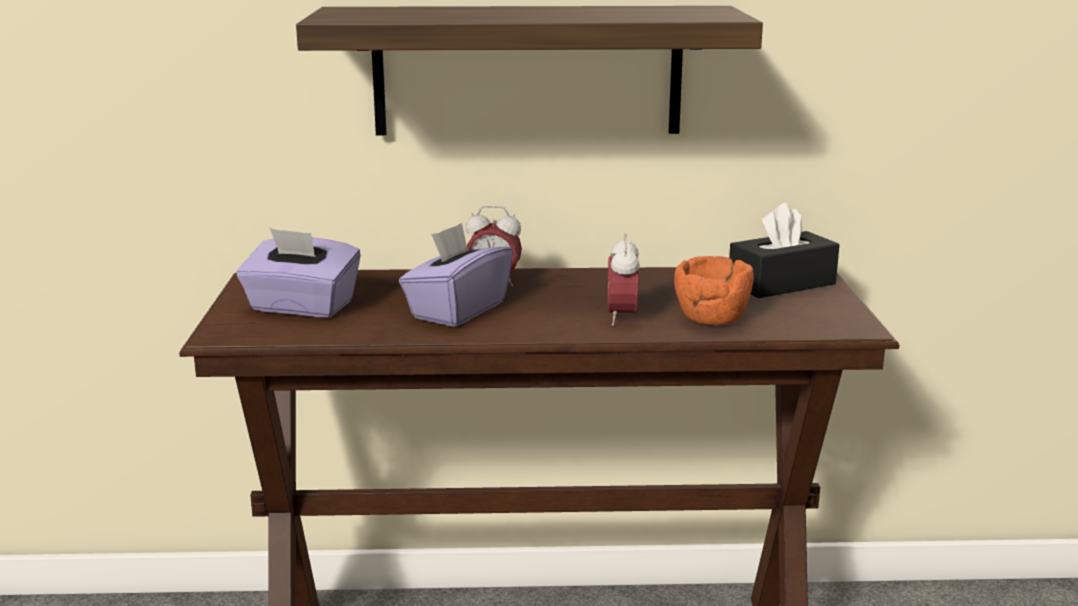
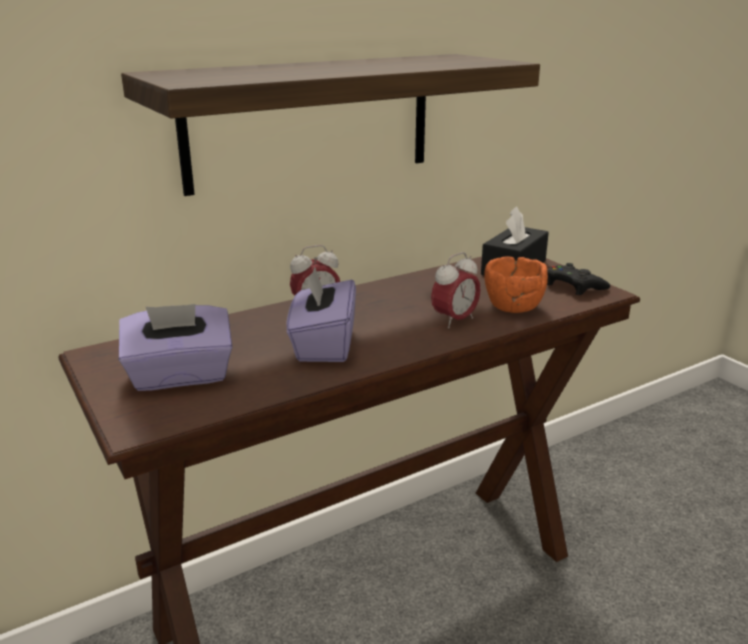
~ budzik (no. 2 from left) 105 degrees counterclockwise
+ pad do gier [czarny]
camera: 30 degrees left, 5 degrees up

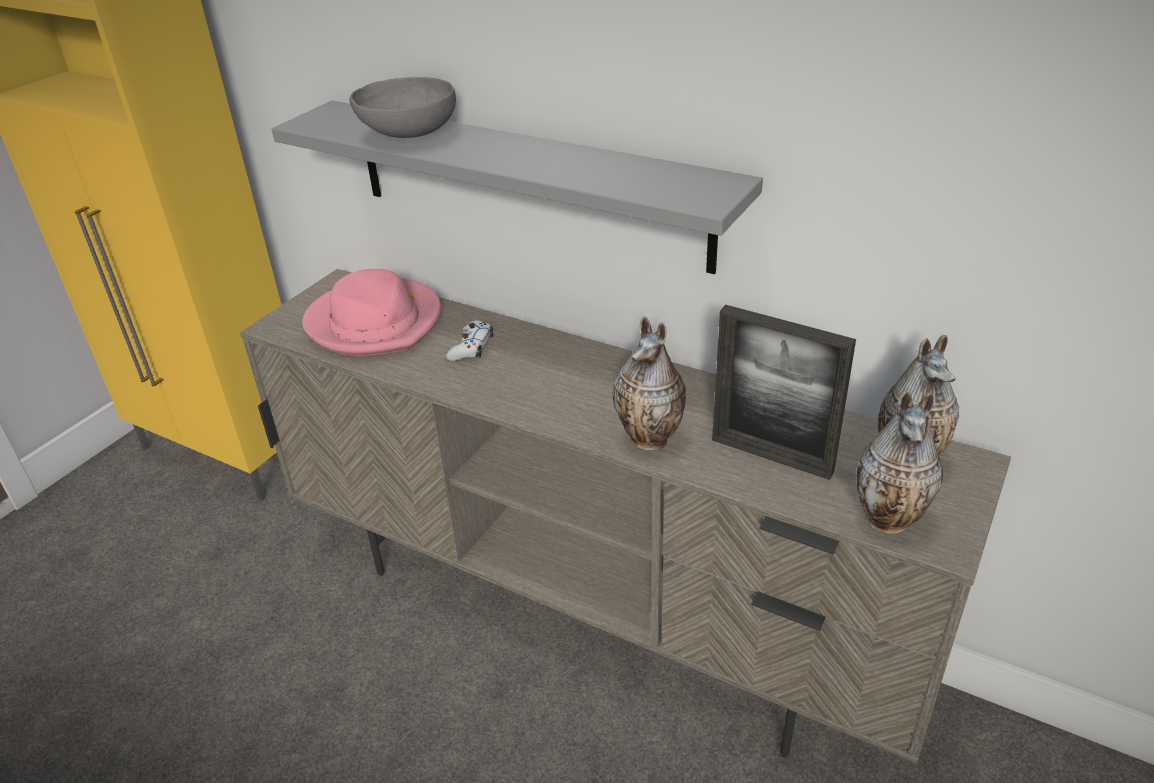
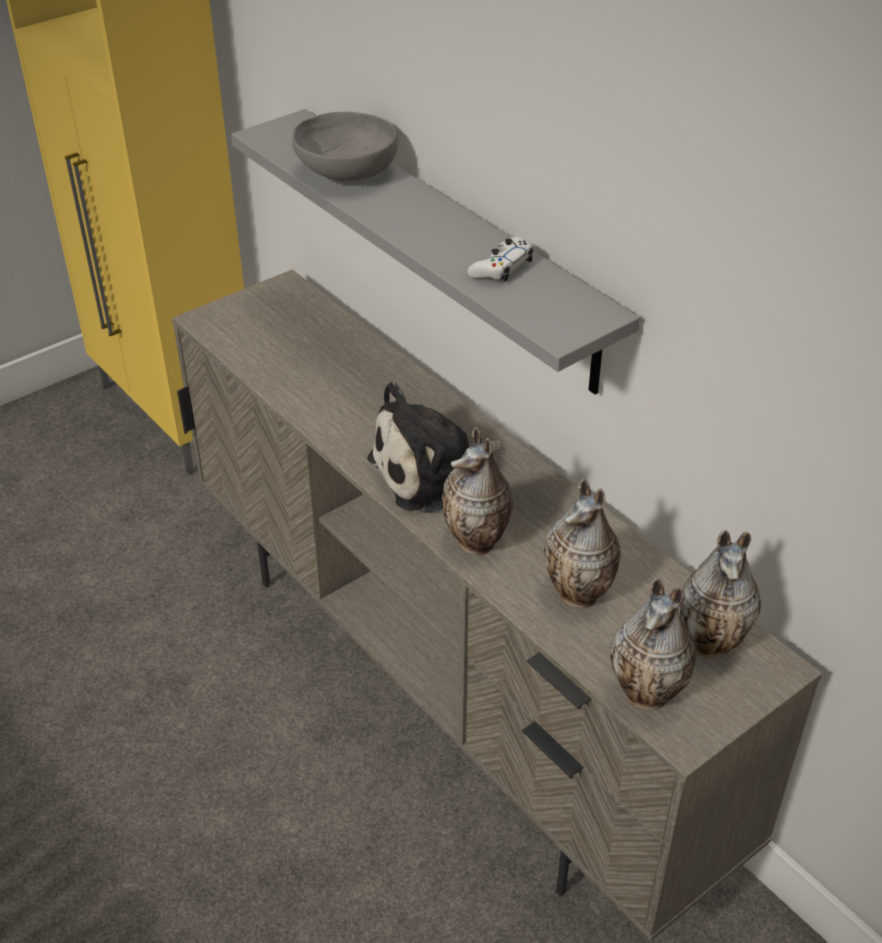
- kapelusz [różowy]
~ pad do gier [biały]
~ ramka na zdjęcie to wazon (no. 2 from left)
+ pluszak
camera: 20 degrees right, 5 degrees up

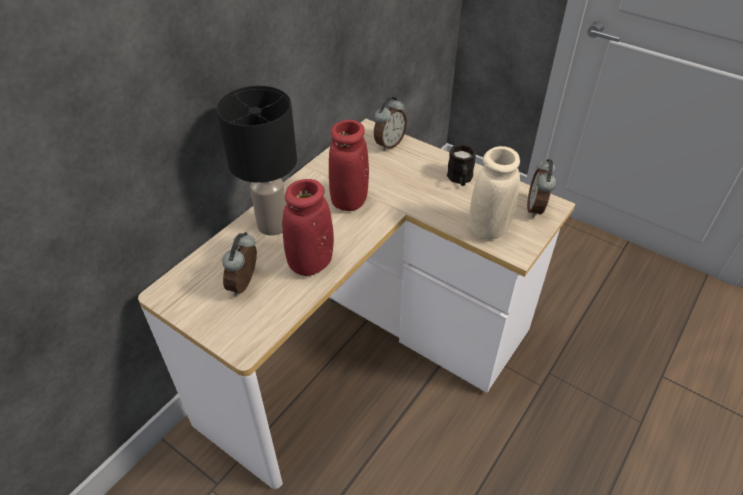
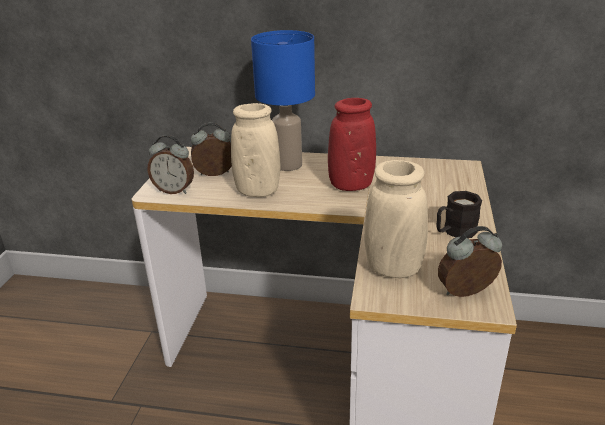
~ lampa stołowa [czarny] to lampa stołowa [niebieski]
~ wazon [czerwony] (no. 1 from left) to wazon [beżowy] (no. 1 from left)
~ budzik (no. 2 from left in the first image) to budzik (no. 1 from left)
camera: 65 degrees right, 15 degrees down

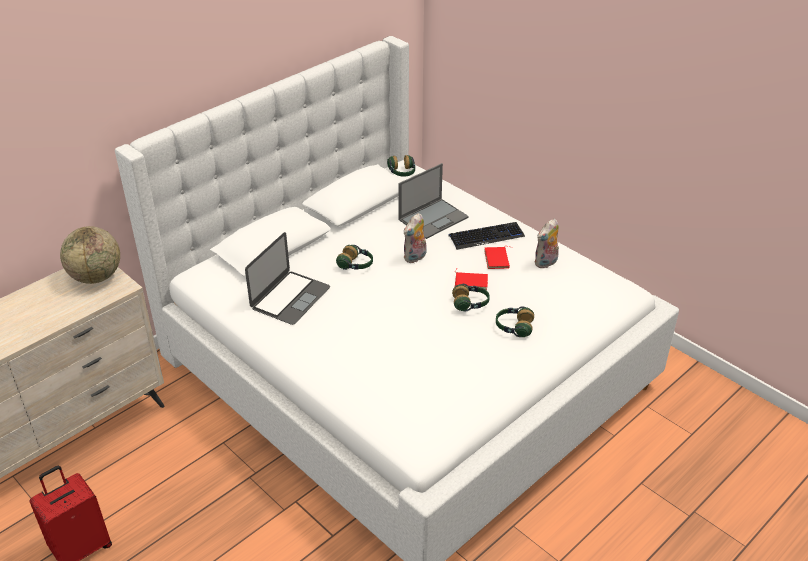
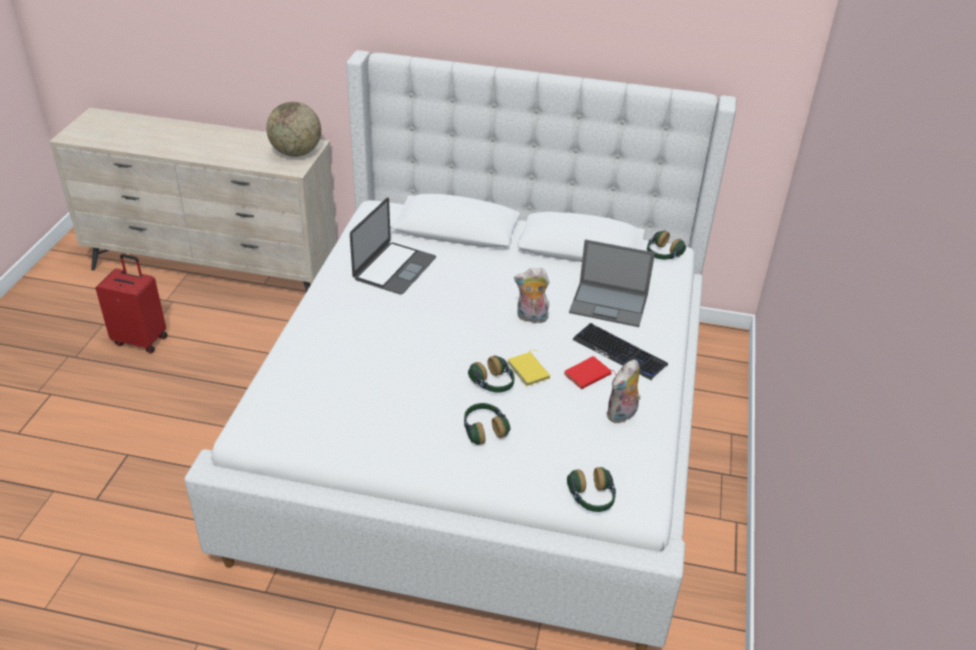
~ laptop (no. 1 from left) 60 degrees counterclockwise
~ słuchawki (no. 1 from left in the first image) to słuchawki (no. 3 from left)
~ książka [czerwony] (no. 1 from left) to książka [żółty]
~ pluszak (no. 2 from left) 60 degrees counterclockwise
camera: 55 degrees right, 0 degrees up

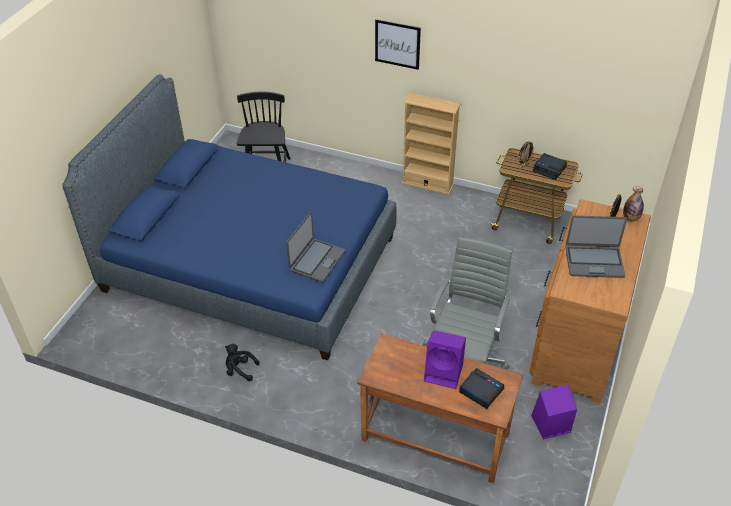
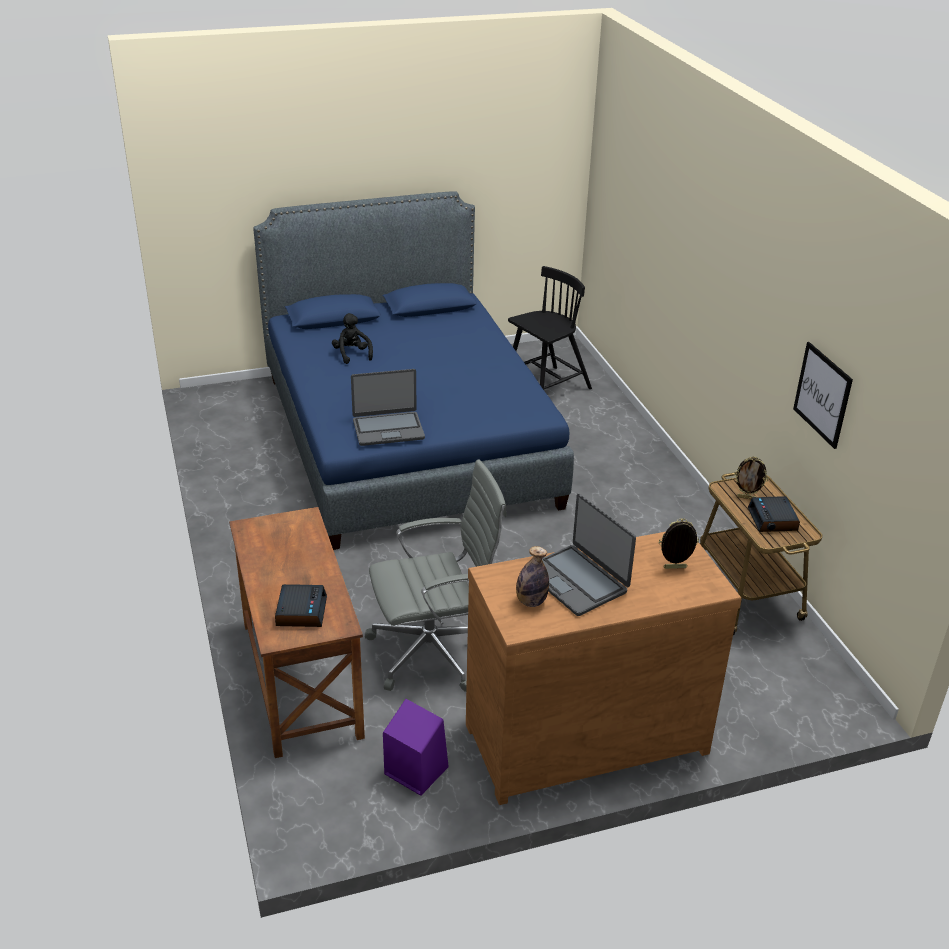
~ pluszak [czarny]
~ obraz
- regał [beżowy]
- głośnik [fioletowy] (no. 1 from left)
~ butelka
camera: 50 degrees right, 10 degrees down

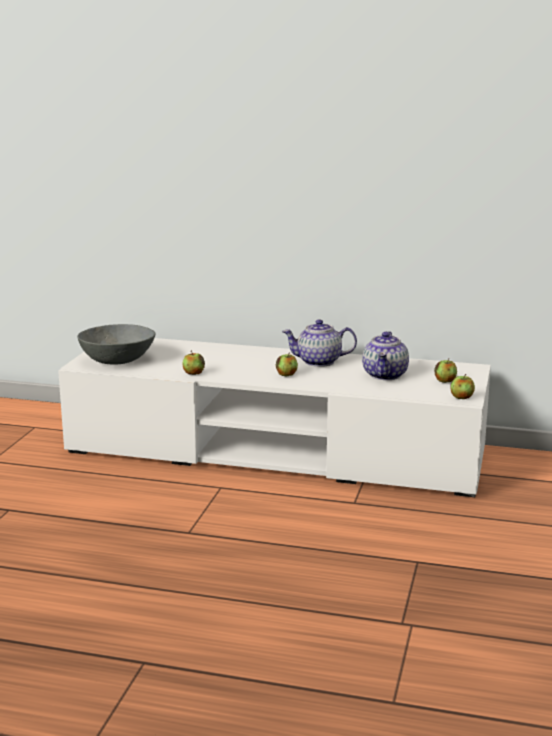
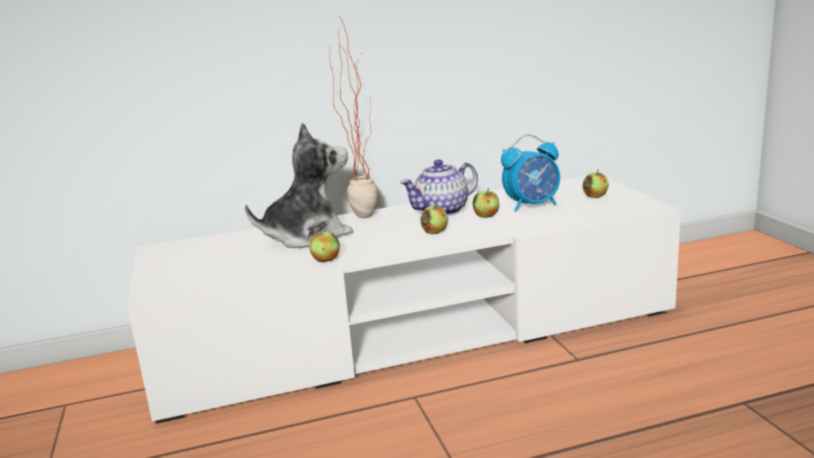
- miska [szary]
~ imbryk (no. 2 from left) to budzik
~ jabłko (no. 4 from left in the first image) to jabłko (no. 3 from left)
+ pluszak
+ roślina doniczkowa
camera: 30 degrees left, 0 degrees up

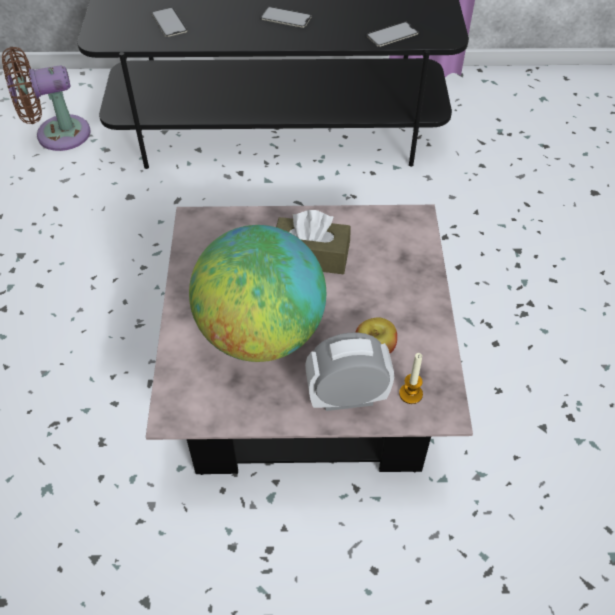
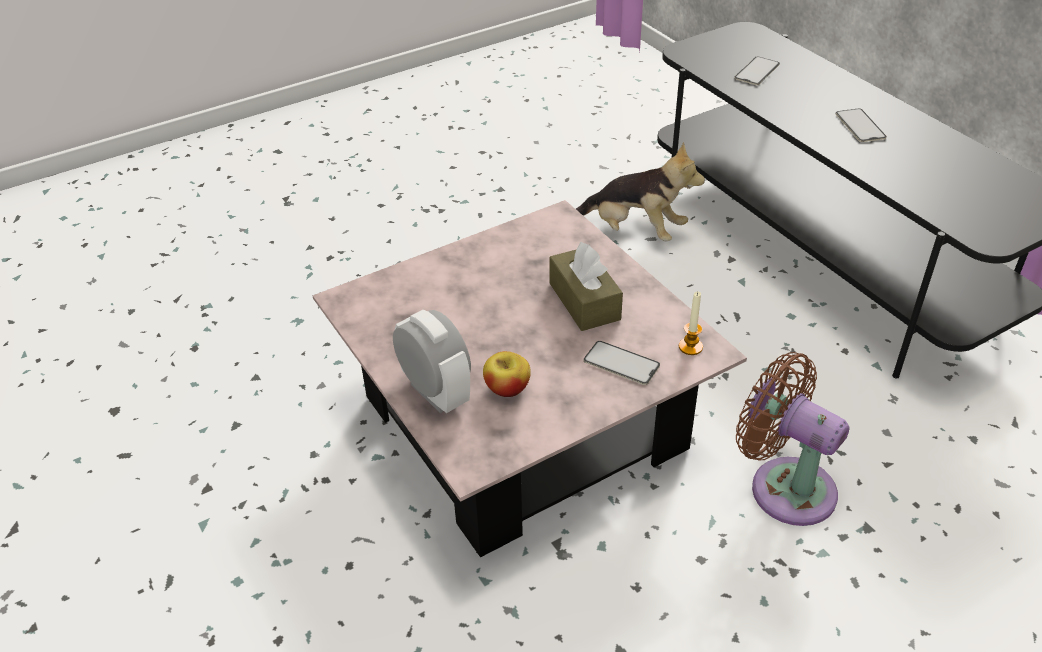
~ wentylator [brązowy]
- globus
~ telefon (no. 3 from left in the first image) to telefon (no. 1 from left)
~ świeca
+ pluszak
camera: 60 degrees right, 10 degrees down

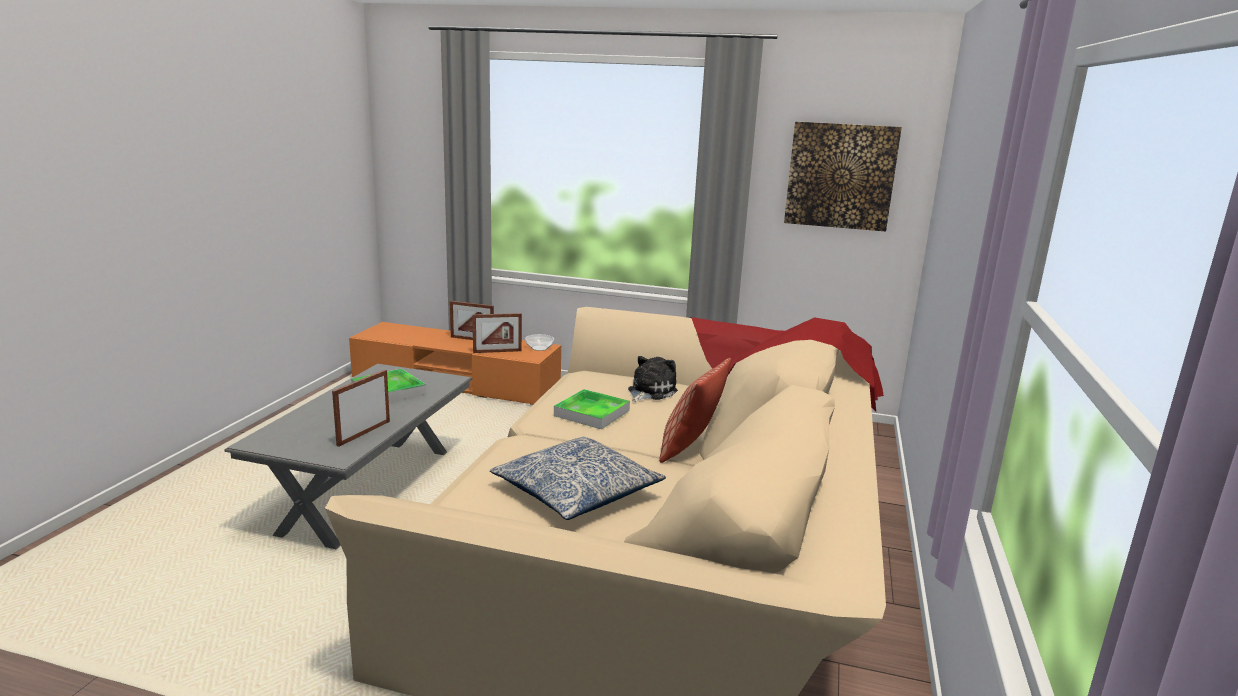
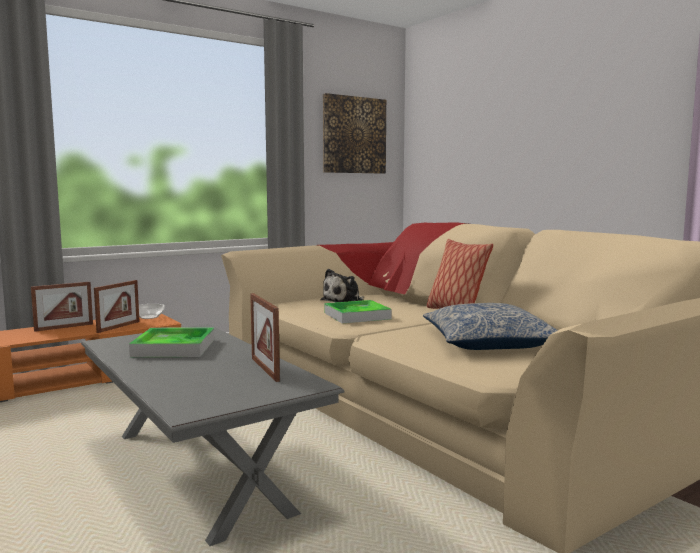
~ pluszak 120 degrees counterclockwise
camera: 50 degrees left, 10 degrees down

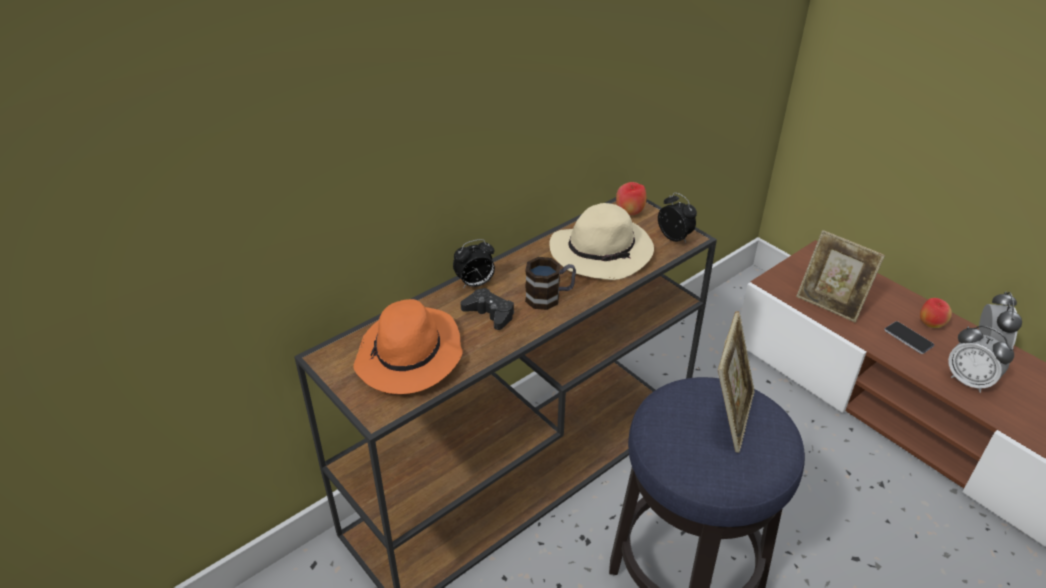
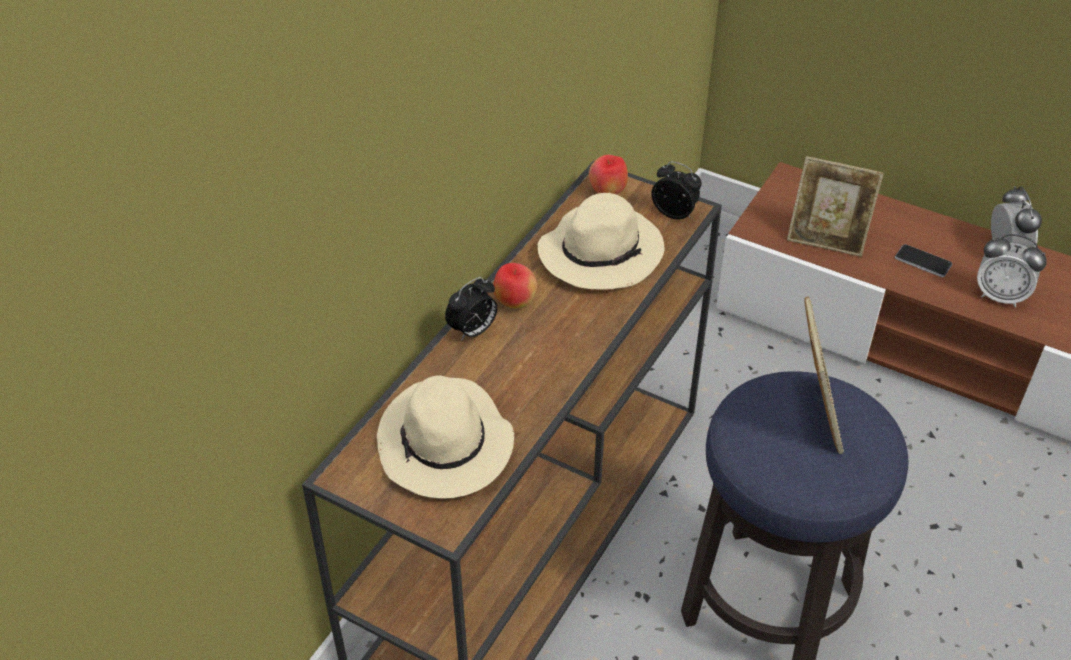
~ kapelusz [pomarańczowy] to kapelusz [beżowy] (no. 1 from left)
- pad do gier [czarny]
- kubek
~ jabłko (no. 2 from left in the first image) to jabłko (no. 1 from left)
camera: 20 degrees left, 5 degrees up

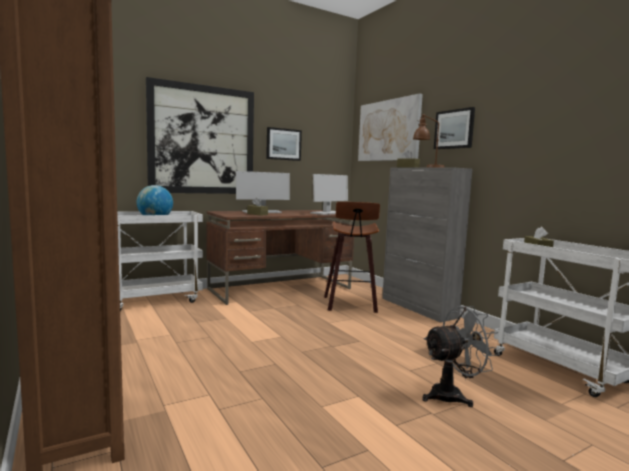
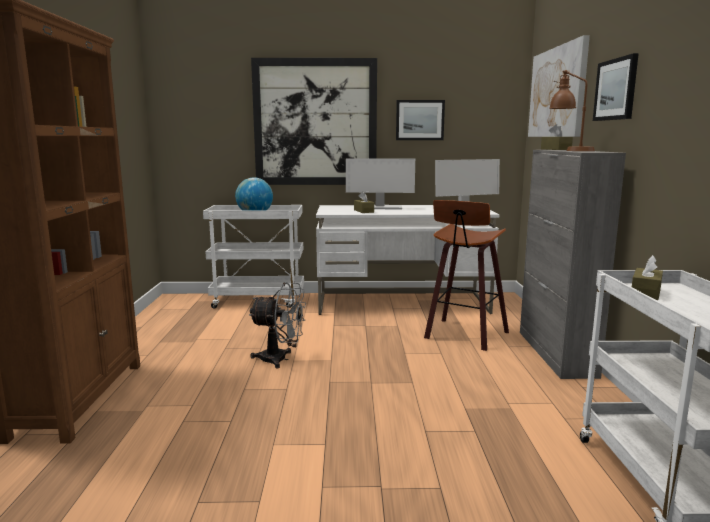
~ biurko [brązowy] to biurko [biały]
~ wentylator [szary]
camera: 30 degrees right, 5 degrees up

